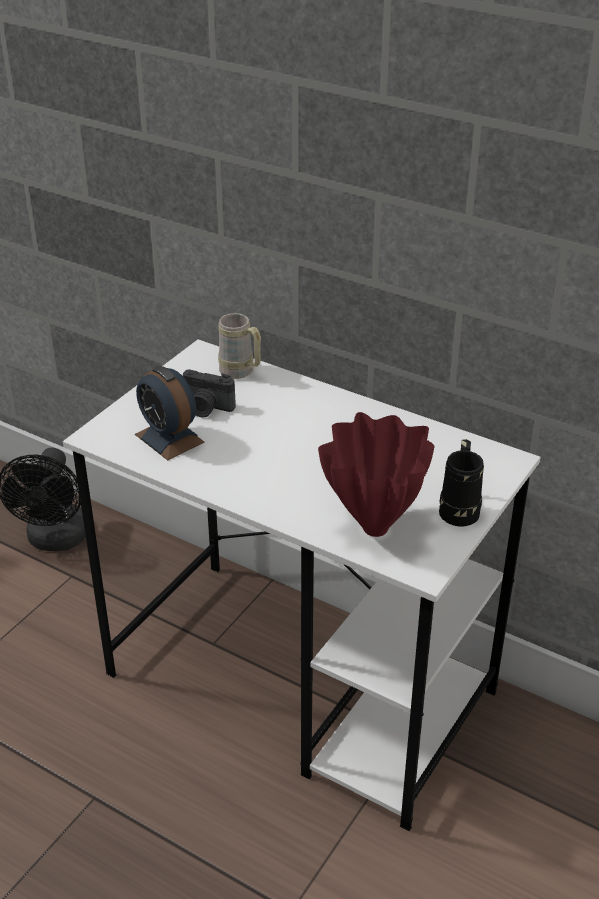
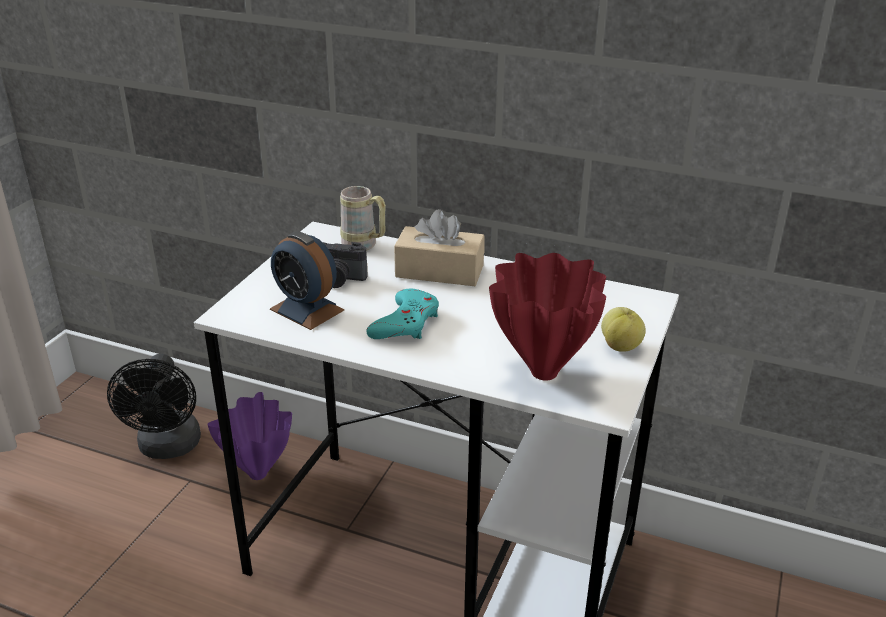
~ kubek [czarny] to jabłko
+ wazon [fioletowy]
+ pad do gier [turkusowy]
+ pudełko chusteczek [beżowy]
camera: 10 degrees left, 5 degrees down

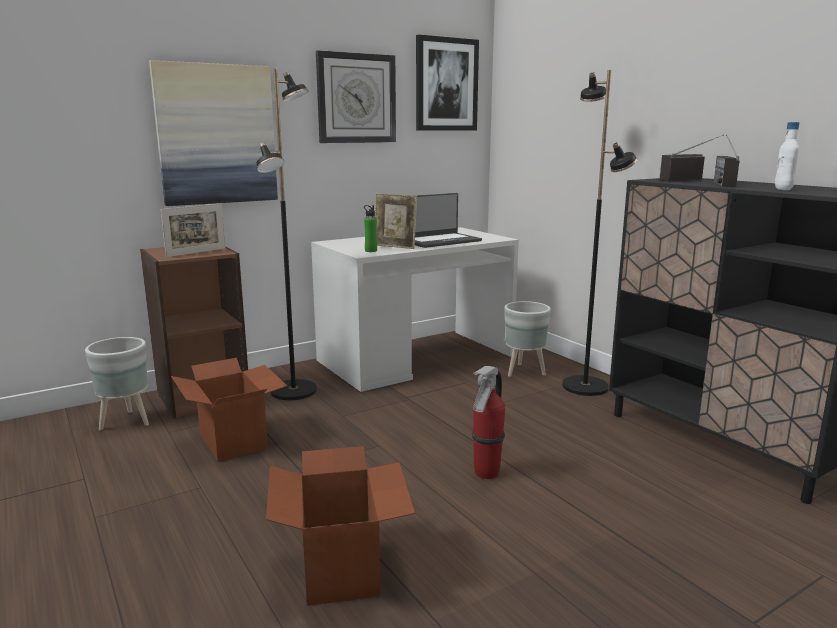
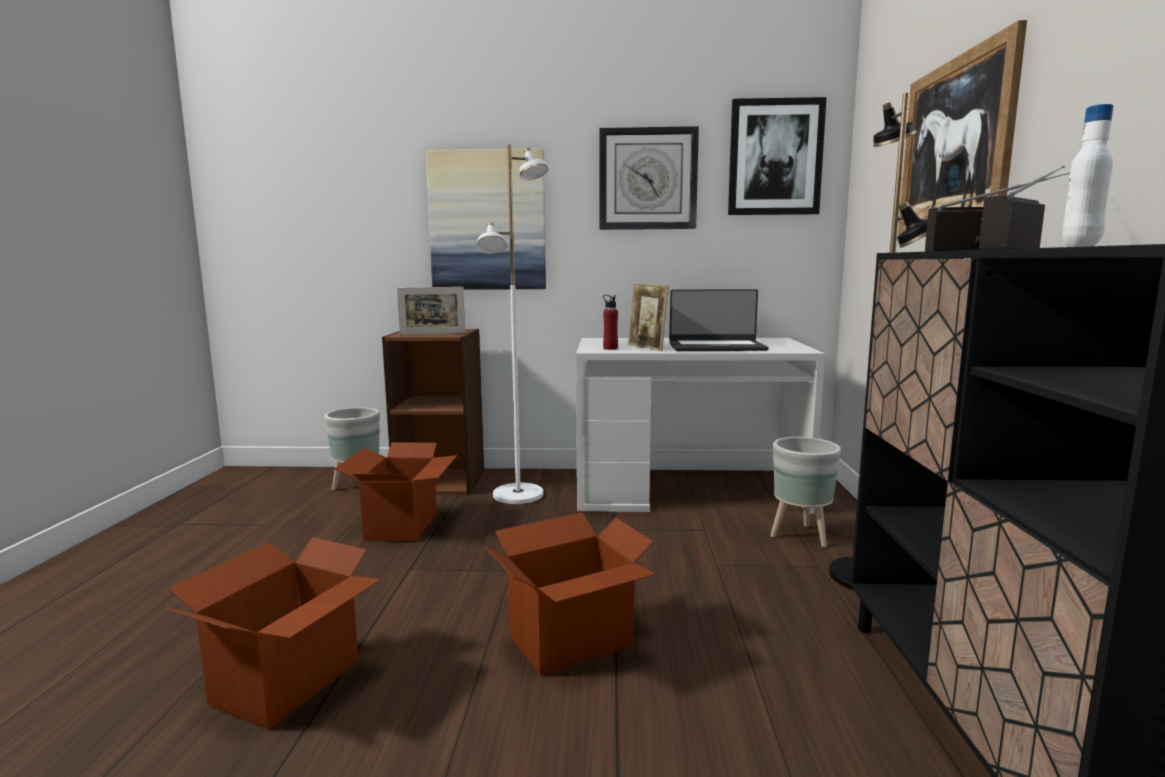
~ lampa stojąca [czarny] (no. 1 from left) to lampa stojąca [biały]
~ butelka [zielony] to butelka [czerwony]
~ gaśnica to karton (no. 3 from left)
+ obraz (no. 3 from left)
camera: 35 degrees right, 5 degrees down

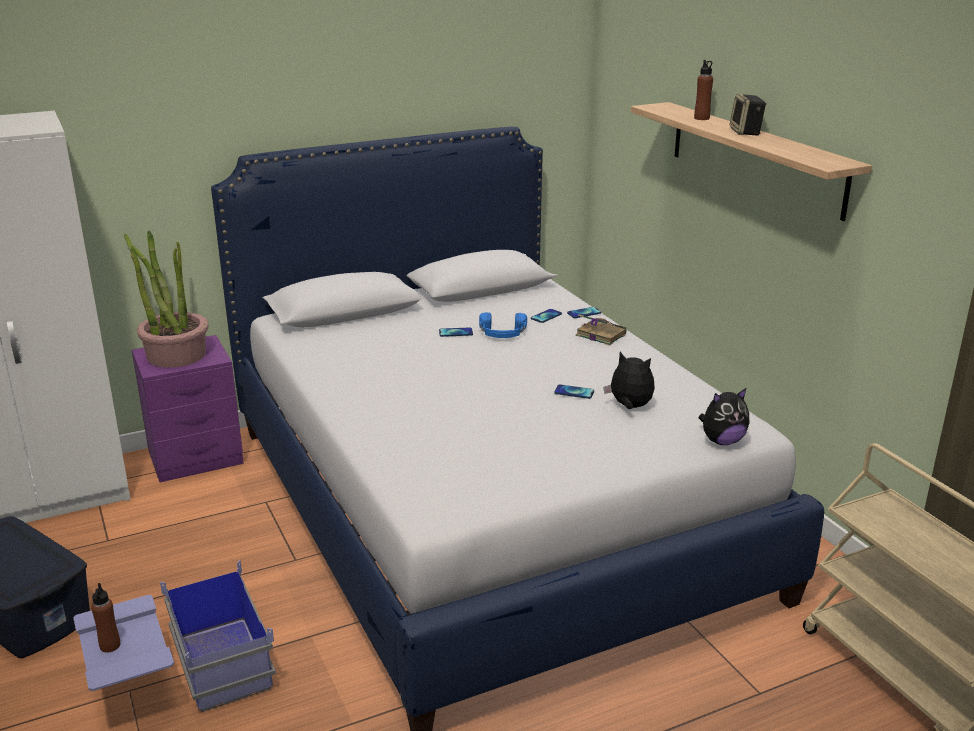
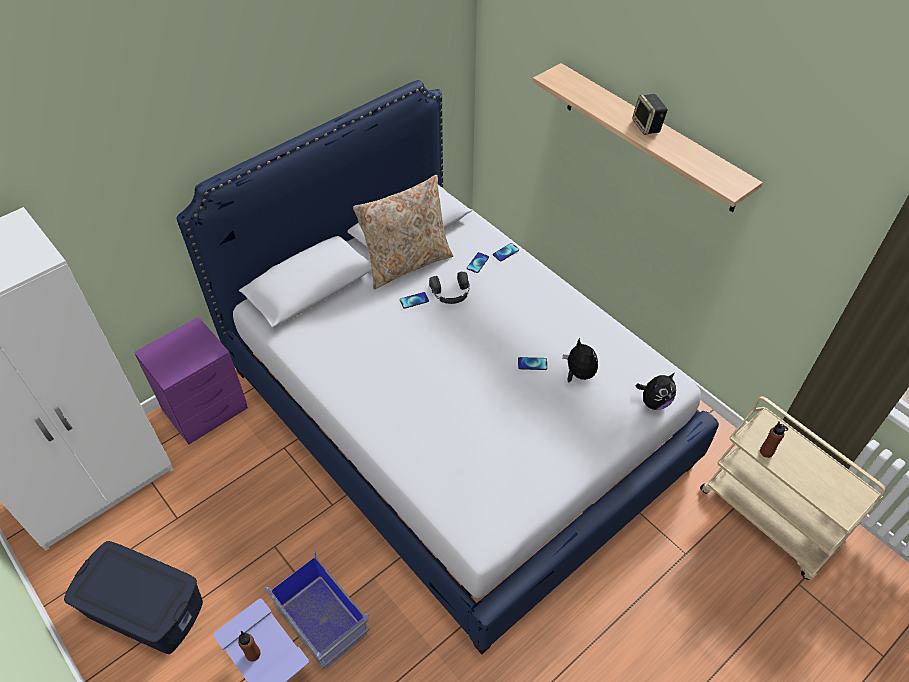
- roślina doniczkowa
~ słuchawki [niebieski] to słuchawki [czarny]
- książka
~ pluszak (no. 1 from left) 45 degrees clockwise
~ butelka [brązowy] (no. 2 from left)
+ poduszka [beżowy]
camera: 15 degrees left, 25 degrees up

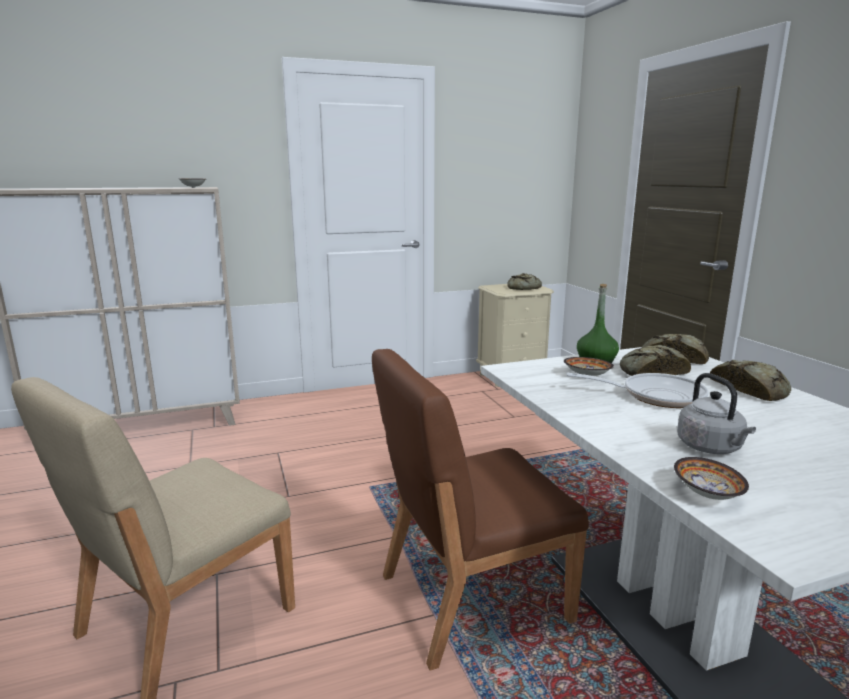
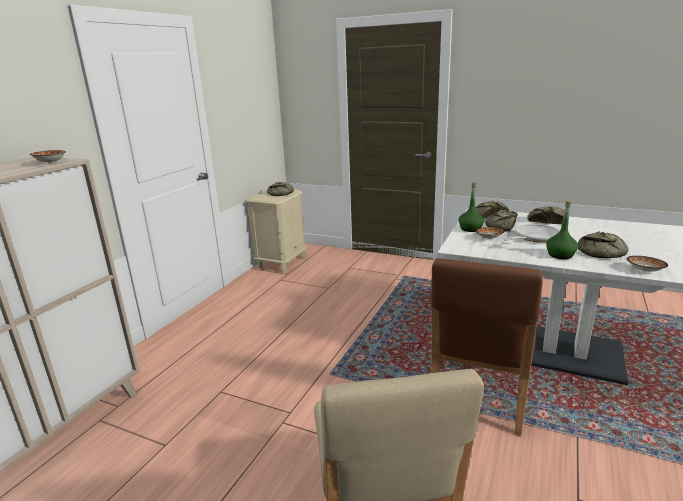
~ czajnik [szary] to chleb (no. 5 from left)
+ butelka [zielony] (no. 2 from left)
camera: 45 degrees left, 5 degrees up

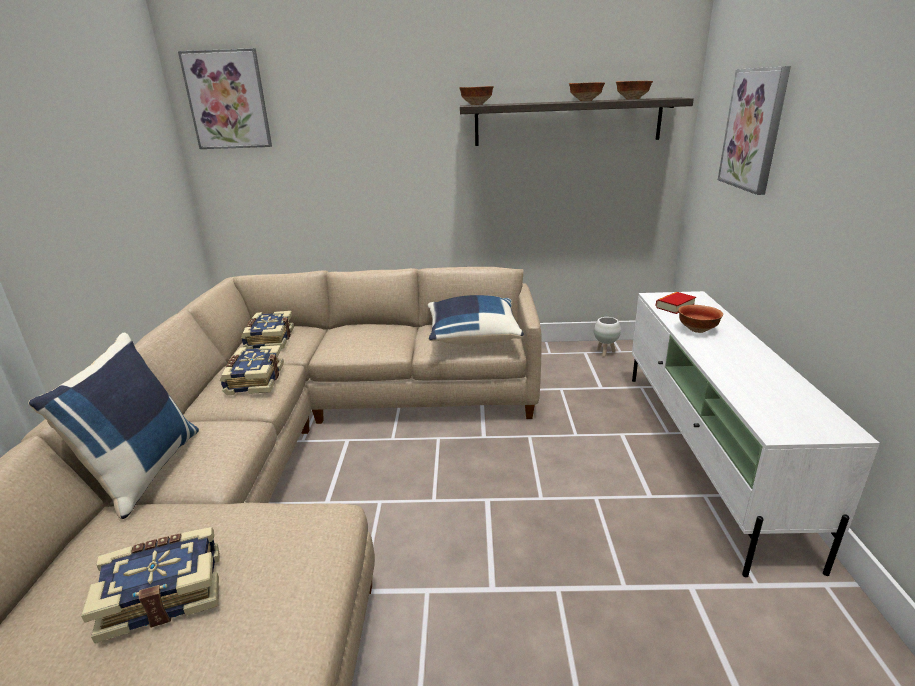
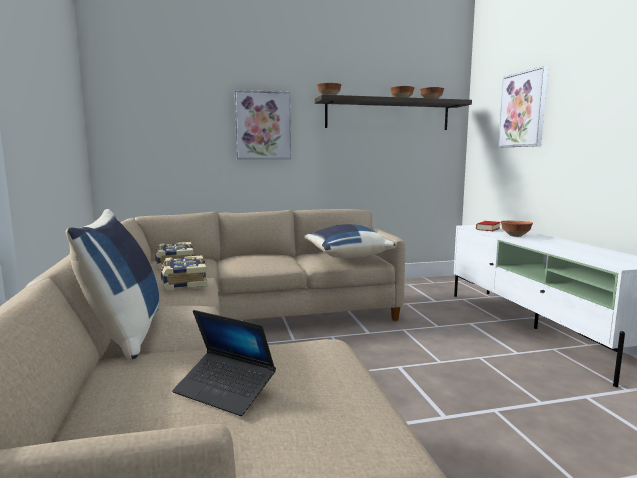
~ książka (no. 1 from left) to laptop
~ obraz (no. 1 from left)
- donica [biały]
camera: 15 degrees left, 15 degrees down

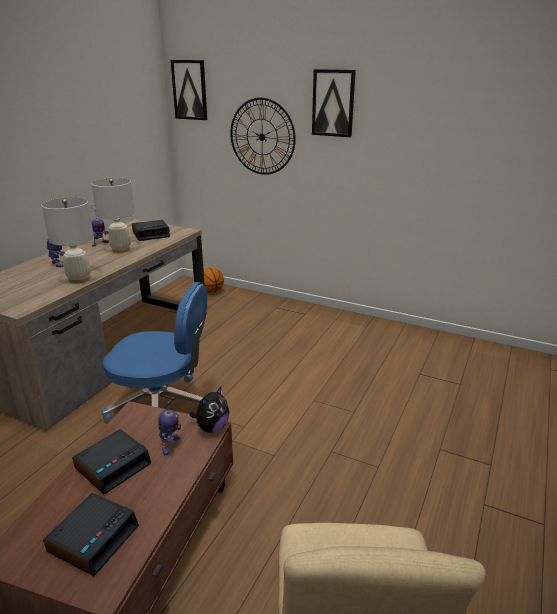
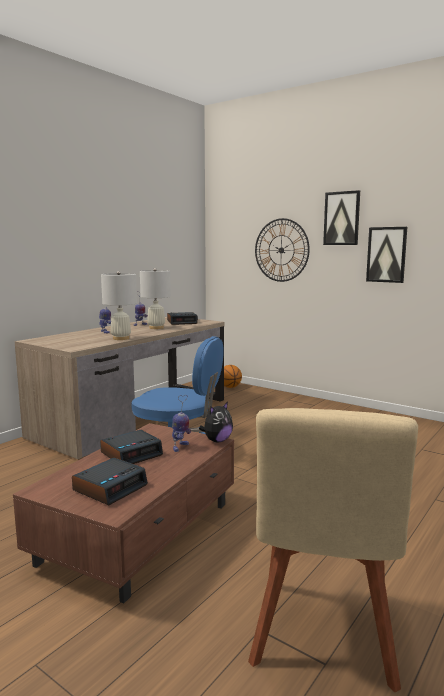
~ obraz (no. 1 from left in the first image) to obraz (no. 2 from left)
camera: 10 degrees right, 15 degrees down

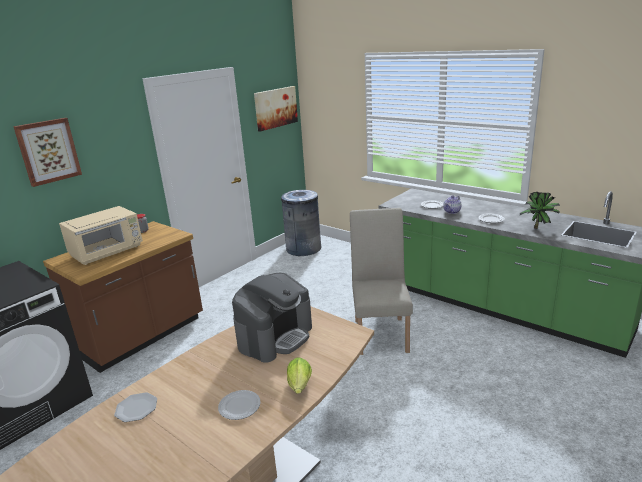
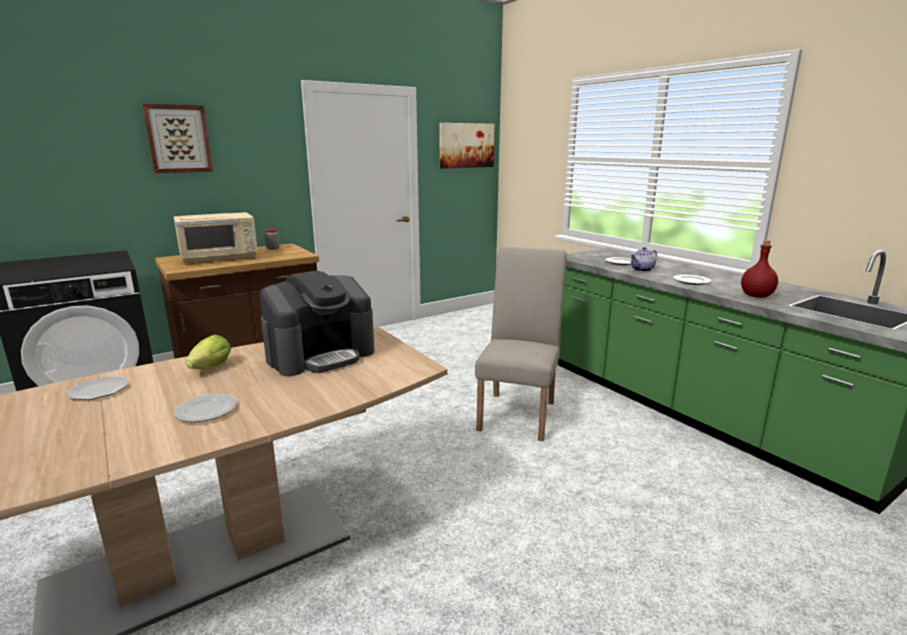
- kosz na śmieci [szary]
~ sałata
~ roślina doniczkowa to butelka [czerwony]
camera: 15 degrees right, 5 degrees down

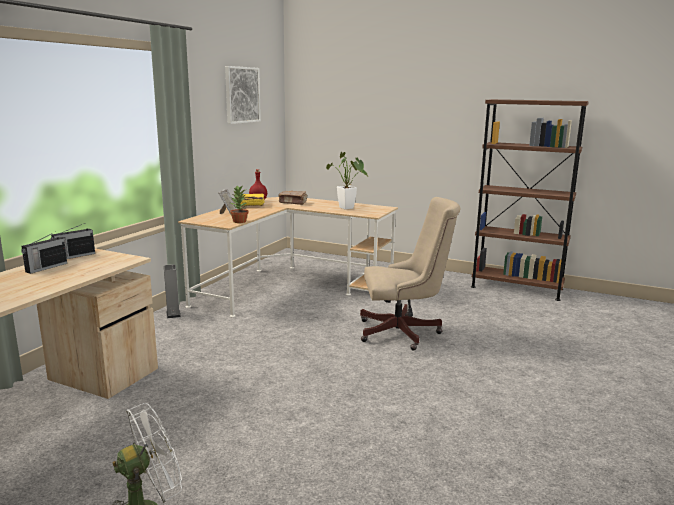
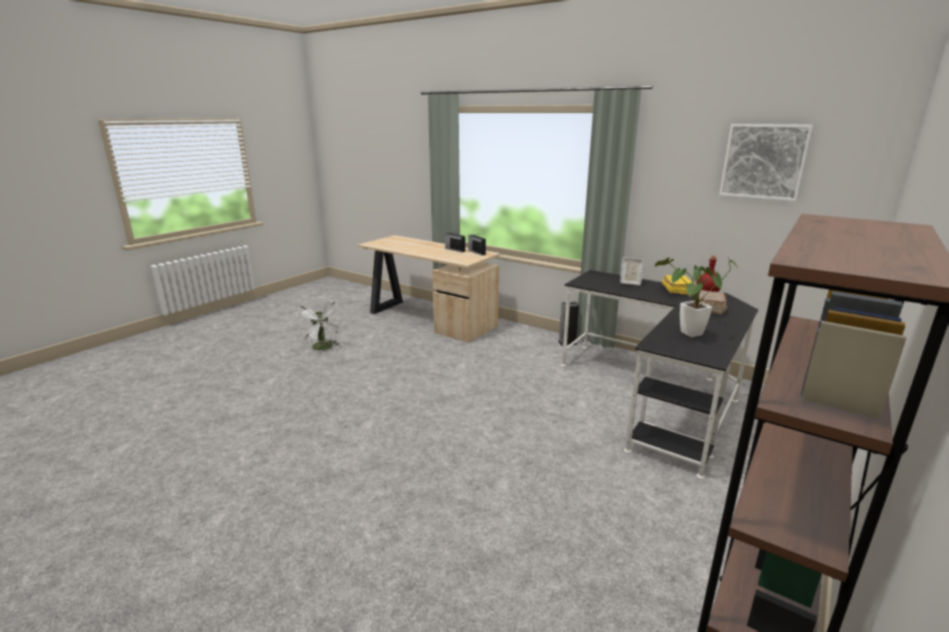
~ biurko [beżowy] (no. 2 from left) to biurko [czarny]
- roślina doniczkowa (no. 1 from left)
- krzesło biurowe [beżowy]
camera: 100 degrees right, 5 degrees up

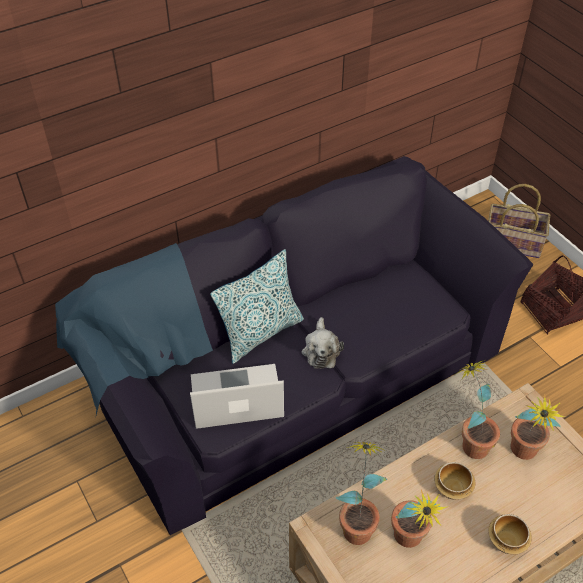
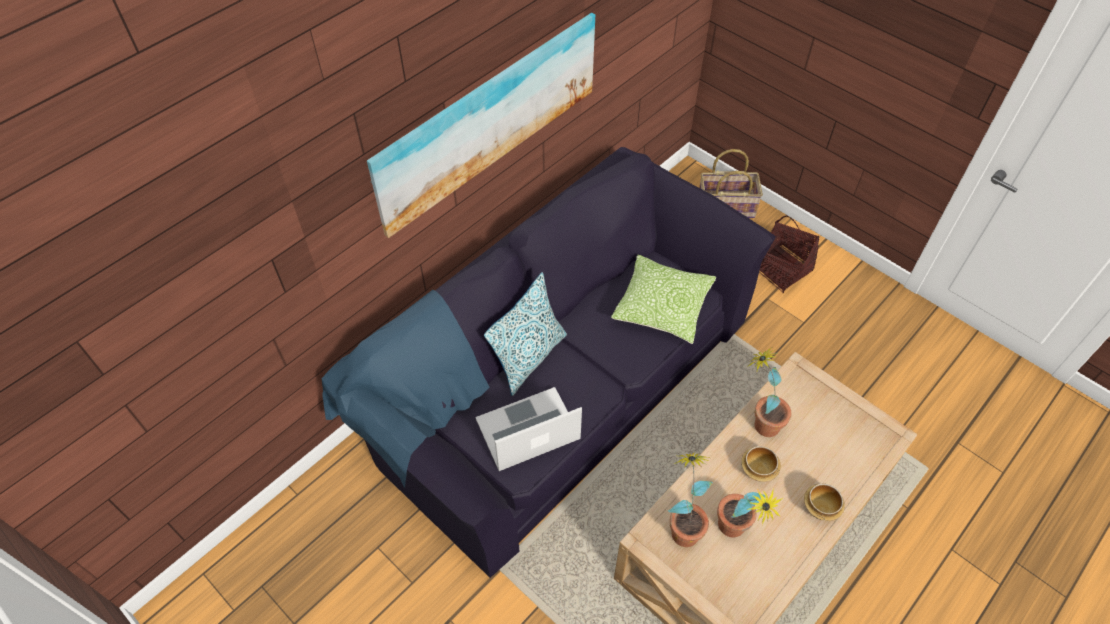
- pluszak
- roślina doniczkowa (no. 4 from left)
+ obraz
+ poduszka (no. 2 from left)
camera: 15 degrees left, 5 degrees up

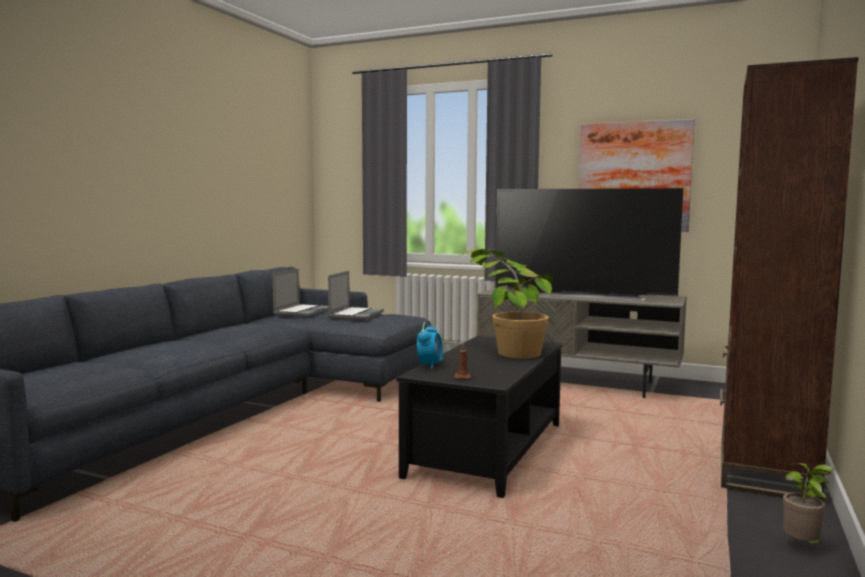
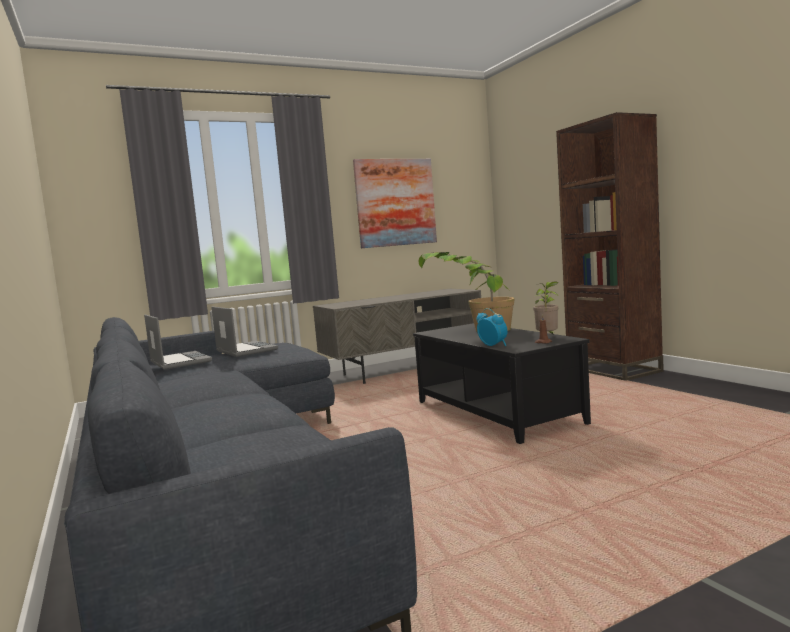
- telewizor
~ roślina doniczkowa (no. 2 from left)
camera: 50 degrees left, 0 degrees up

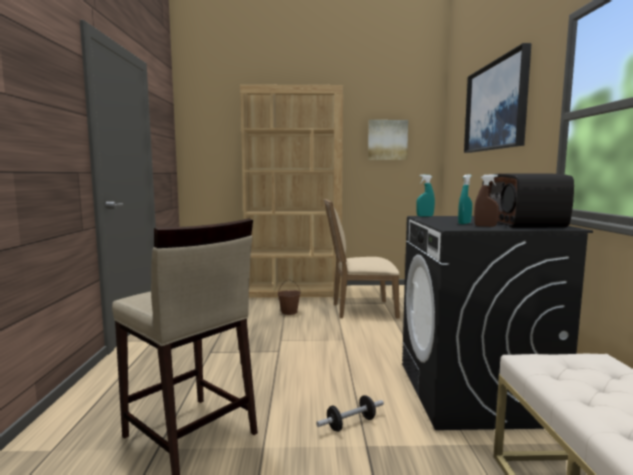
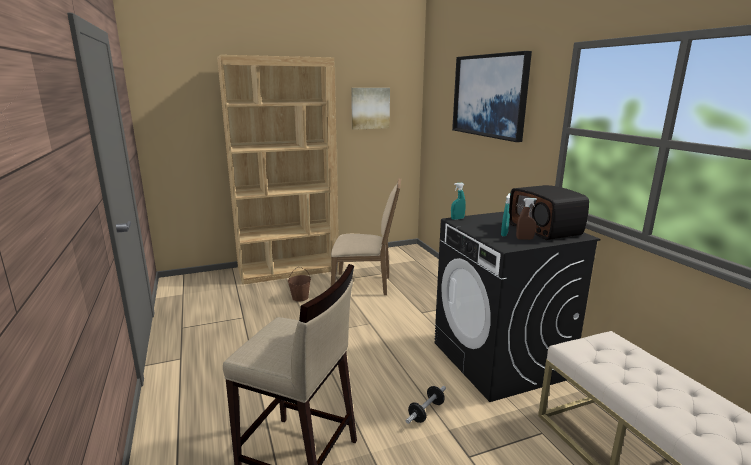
~ krzesło [beżowy] 150 degrees counterclockwise
camera: 20 degrees left, 10 degrees up

